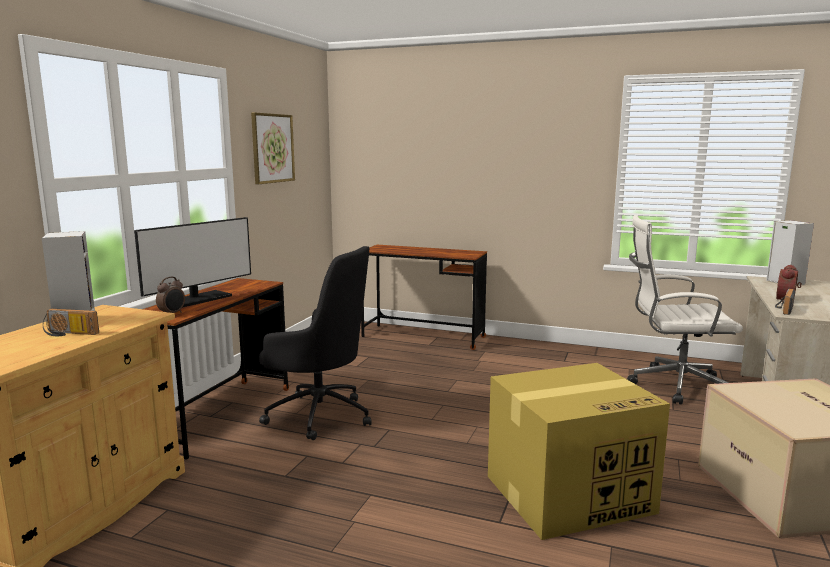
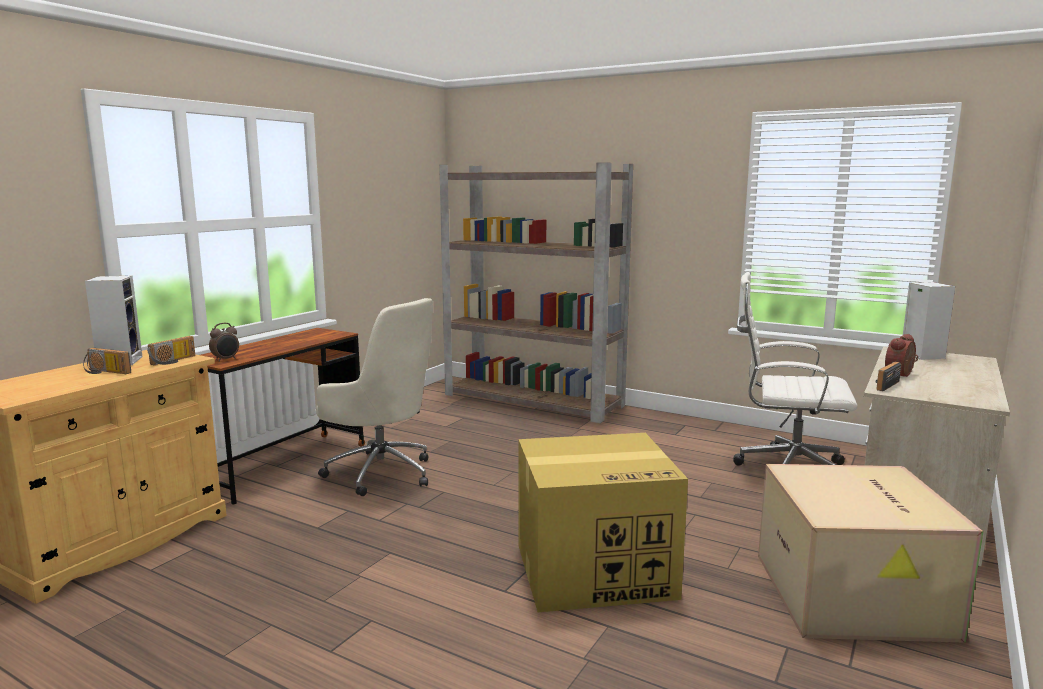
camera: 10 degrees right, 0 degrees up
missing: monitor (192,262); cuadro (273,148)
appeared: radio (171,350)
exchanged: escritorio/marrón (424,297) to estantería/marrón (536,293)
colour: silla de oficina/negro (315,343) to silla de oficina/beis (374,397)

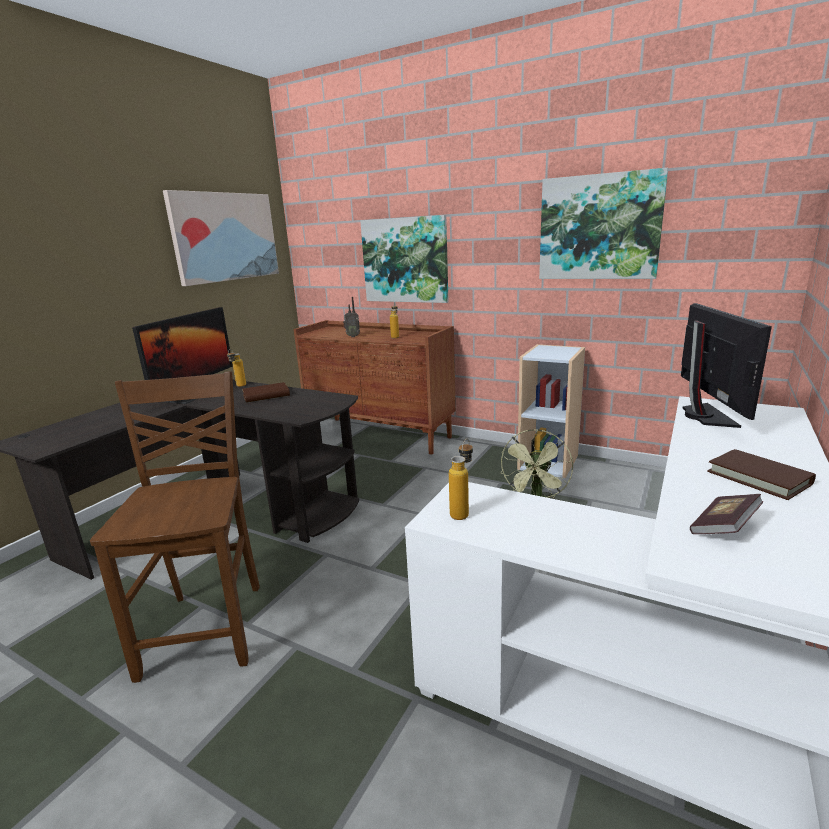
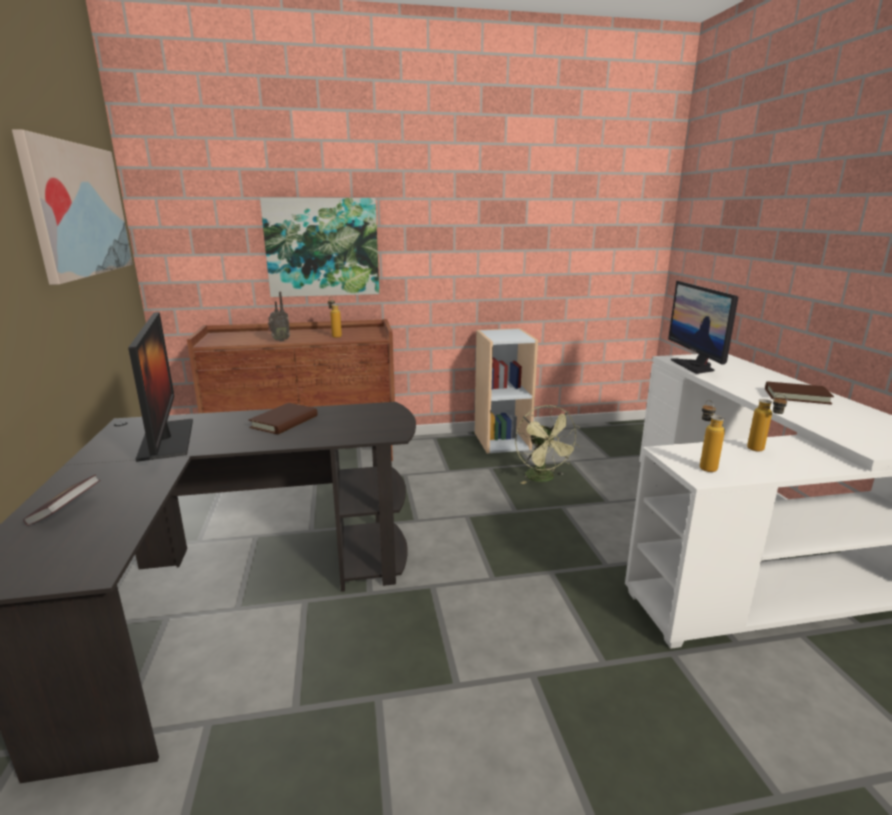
camera: 40 degrees left, 0 degrees up
missing: silla/marrón (175,527); cuadro (603,223)
relocated: botella (236,368) to (767,422); libro (727,514) to (61,500)
spun: monitor (726,365) = (703,327) 150 degrees counterclockwise

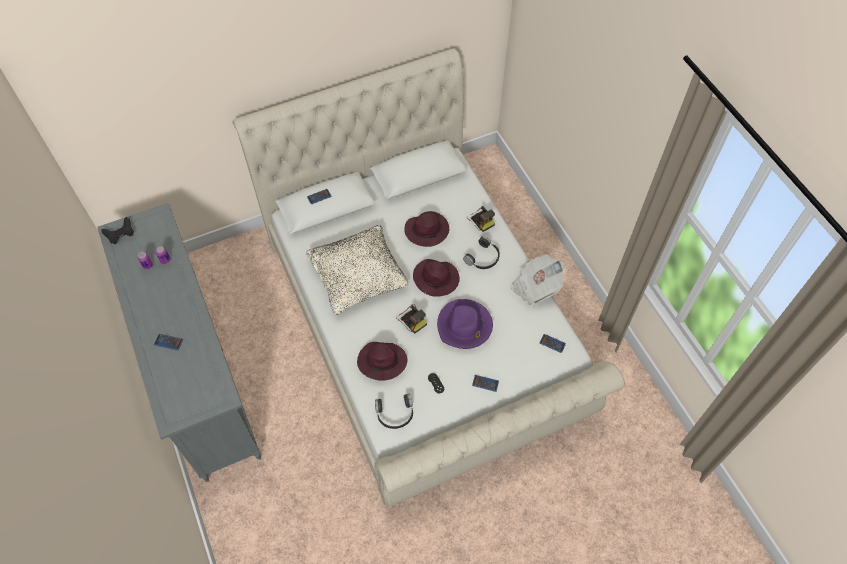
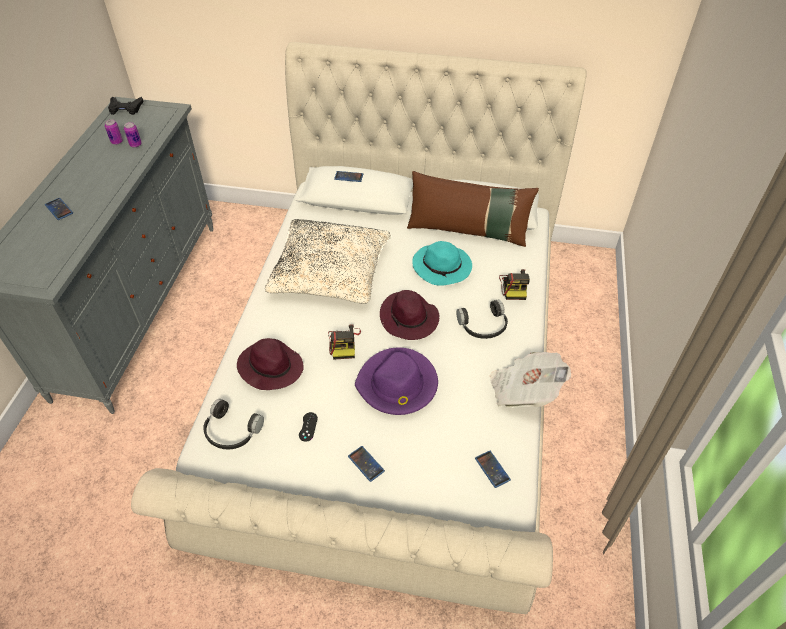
camera: 35 degrees right, 10 degrees down
appeared: cojín/marrón (473,209)
colour: sombrero/morado (426,229) to sombrero/turquesa (442,263)

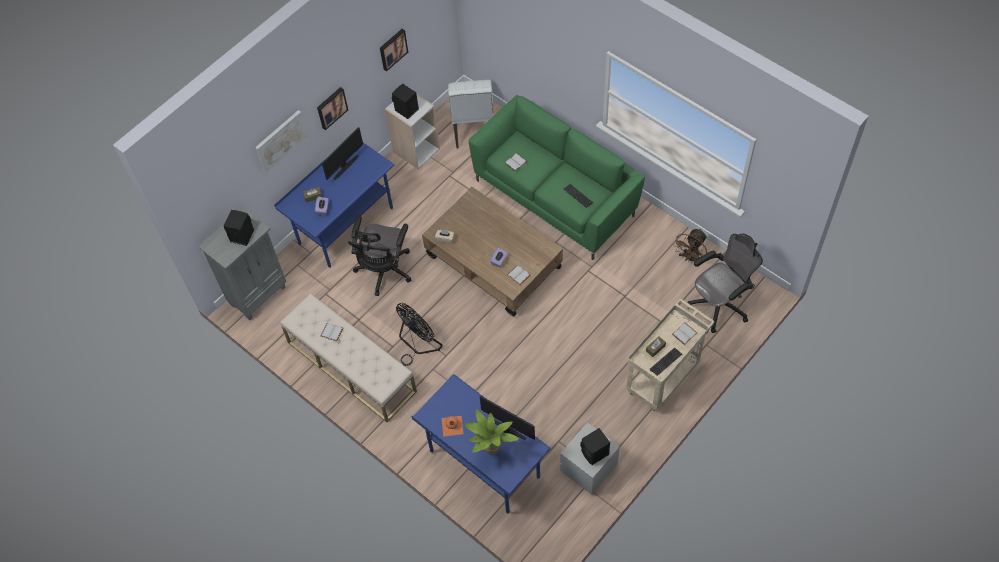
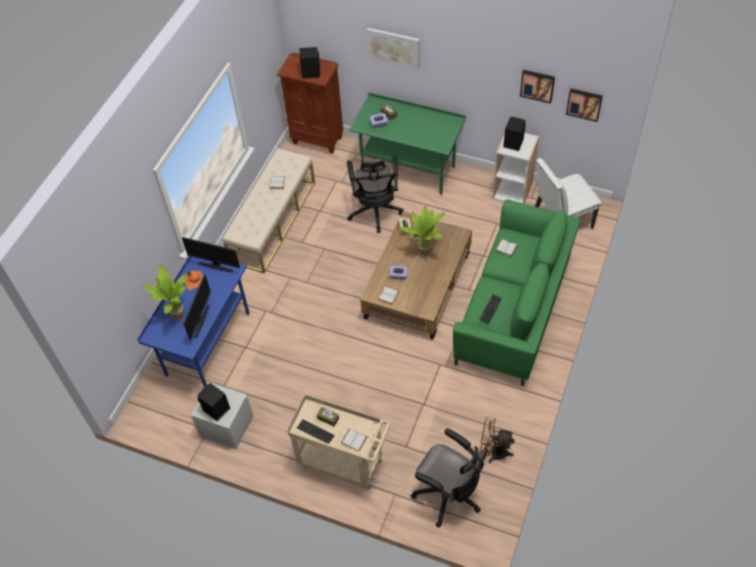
camera: 70 degrees right, 5 degrees down
missing: ventilador/negro (419,334)
appeared: planta en maceta (422,231)
relocated: cuadro (332,108) to (584,105); monitor (342,153) to (211,255)
colour: armario/gris (242,264) to armario/marrón (310,103); escritorio/azul (334,205) to escritorio/verde (407,143)
spun: silla de oficina (379,255) = (375,194) 90 degrees counterclockwise

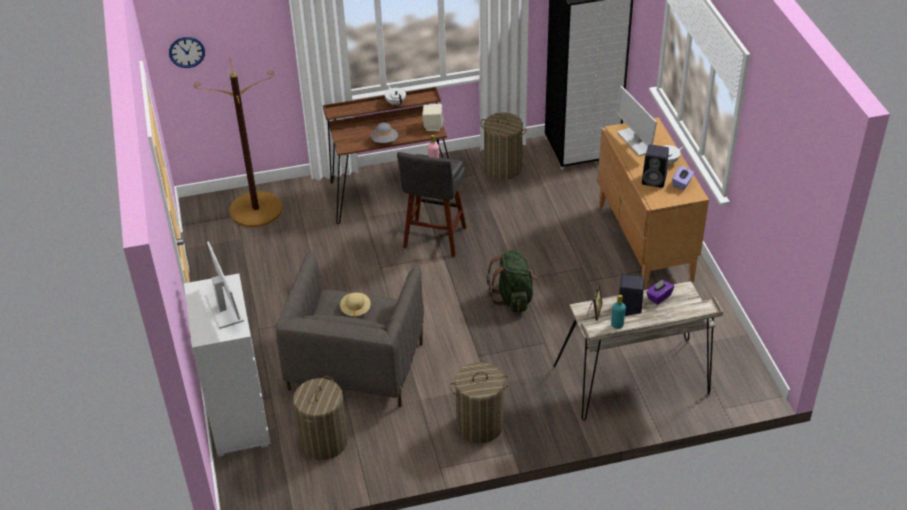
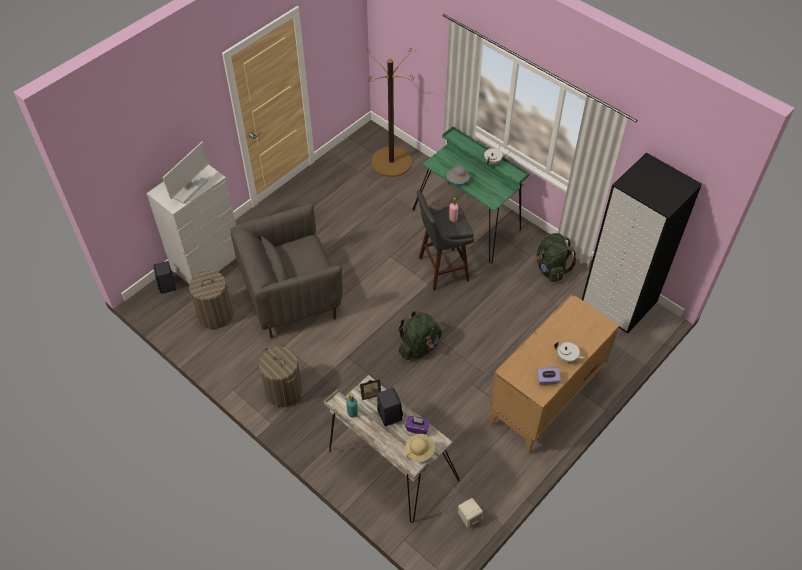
camera: 55 degrees right, 10 degrees up
missing: reloj de pared (187,52); monitor (636,121)
relocated: sombrero/beis (355,305) to (420,448); altavoz/beis (433,118) to (470,513); altavoz/negro (655,166) to (165,277)
exchanged: cesto de la ropa (503,146) to mochila/verde (556,257)
colour: escritorio/marrón (386,155) to escritorio/verde (471,194)

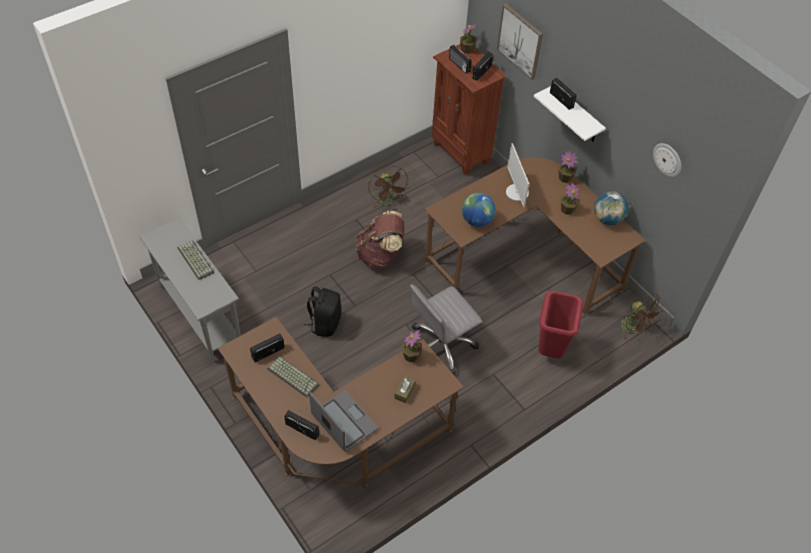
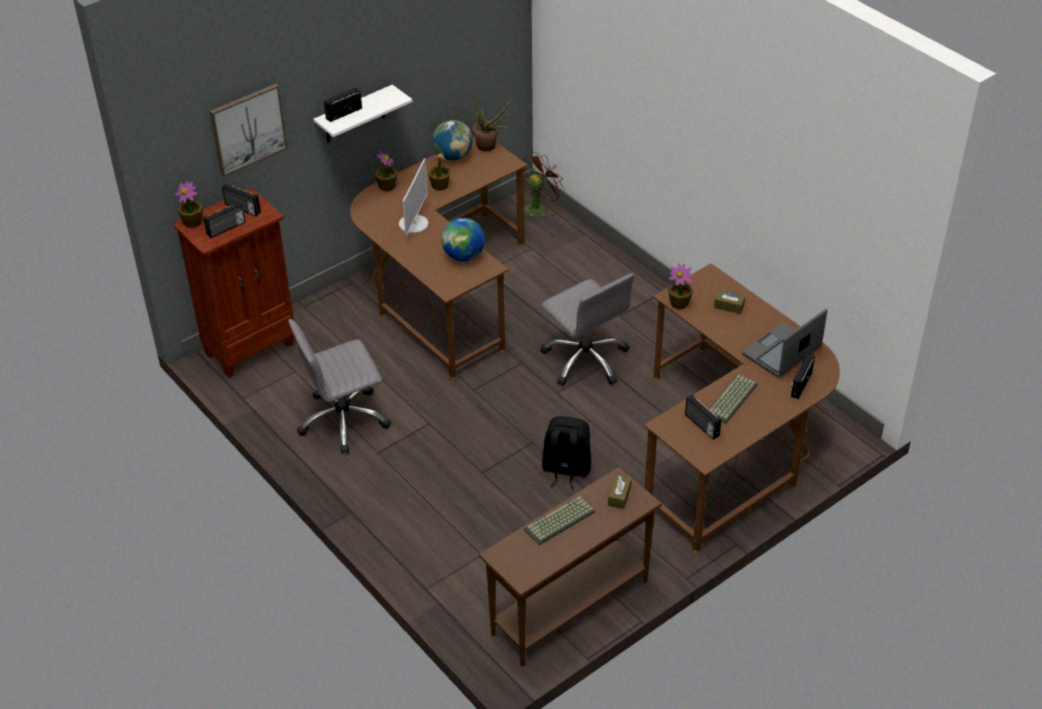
camera: 90 degrees left, 10 degrees down
missing: mochila/marrón (380,239); papelera/rojo (560,324); reloj de pared (667,160)
appeared: planta en maceta (492,122); caja de pañuelos/marrón (620,492)
exchanged: ventilador/marrón (388,187) to silla de oficina/gris (339,386)
colour: mesa consola/gris (190,290) to mesa consola/marrón (570,566)
spun: monitor (517,175) = (413,197) 60 degrees counterclockwise

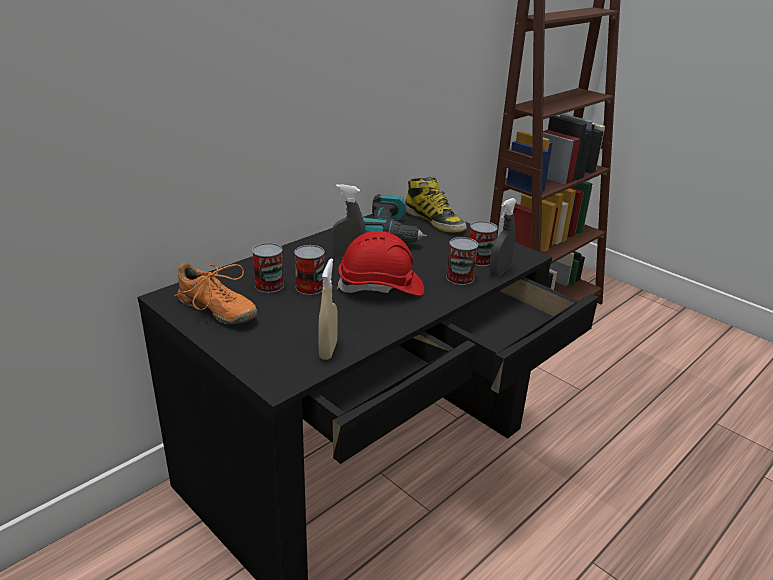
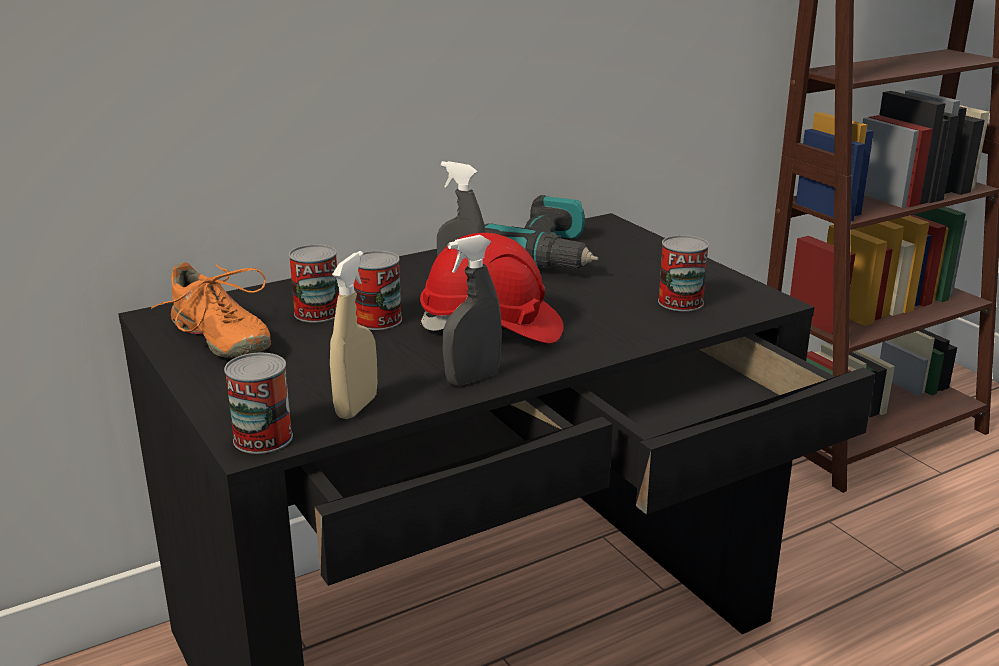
camera: 15 degrees right, 5 degrees down
missing: bota (436,205)
relocated: lata (462,261) to (258,403); pulverizador/gris (503,237) to (472,310)

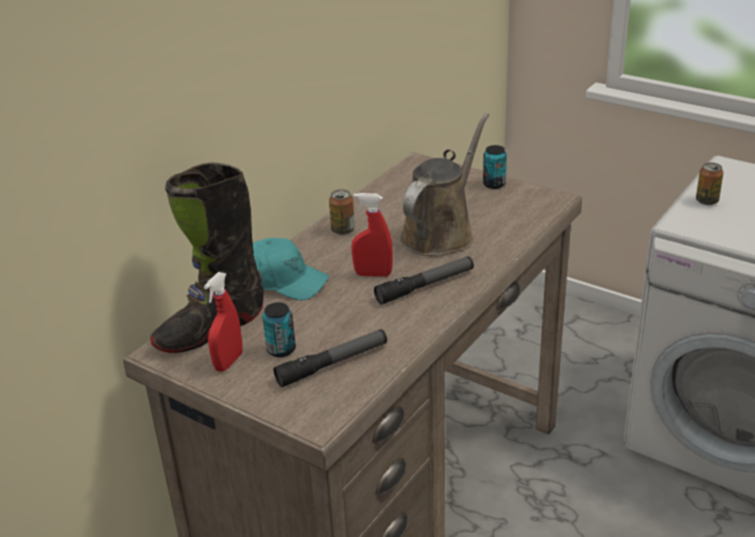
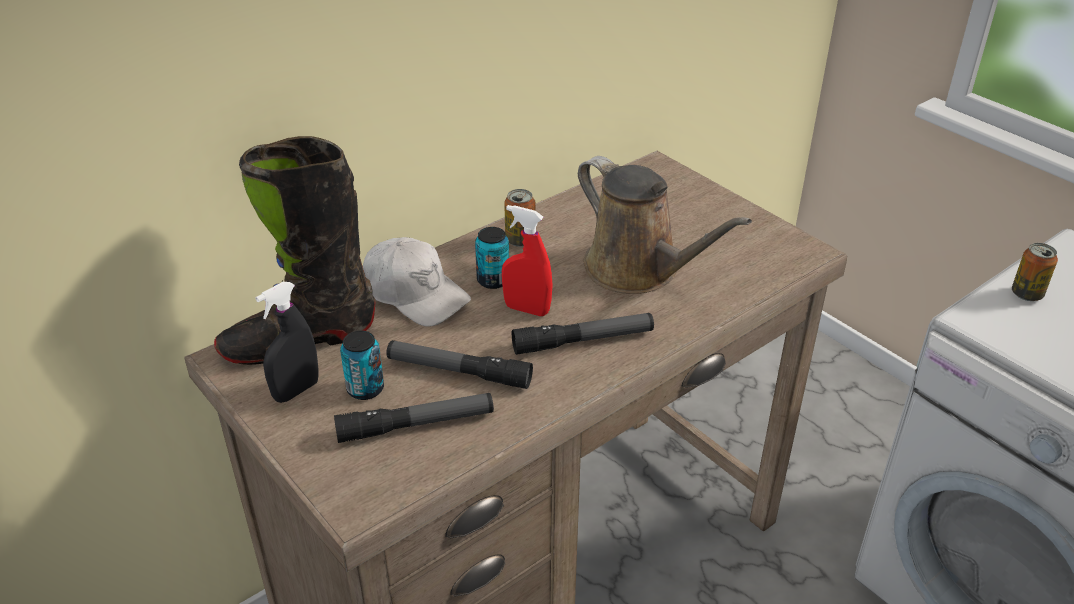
camera: 15 degrees right, 5 degrees up
appeared: linterna (459,364)
relocated: lata (495,167) to (492,258)
colour: pulverizador/rojo (223,322) to pulverizador/negro (287,342); gorra/turquesa (291,269) to gorra/blanco (417,282)
spun: regadera/marrón (444,184) = (665,225) 90 degrees clockwise

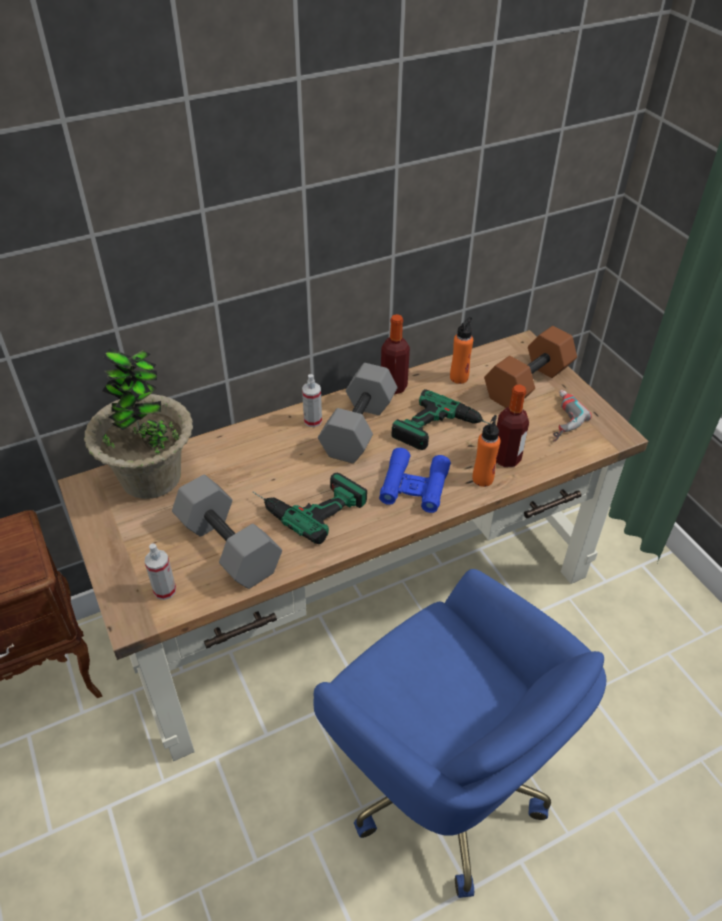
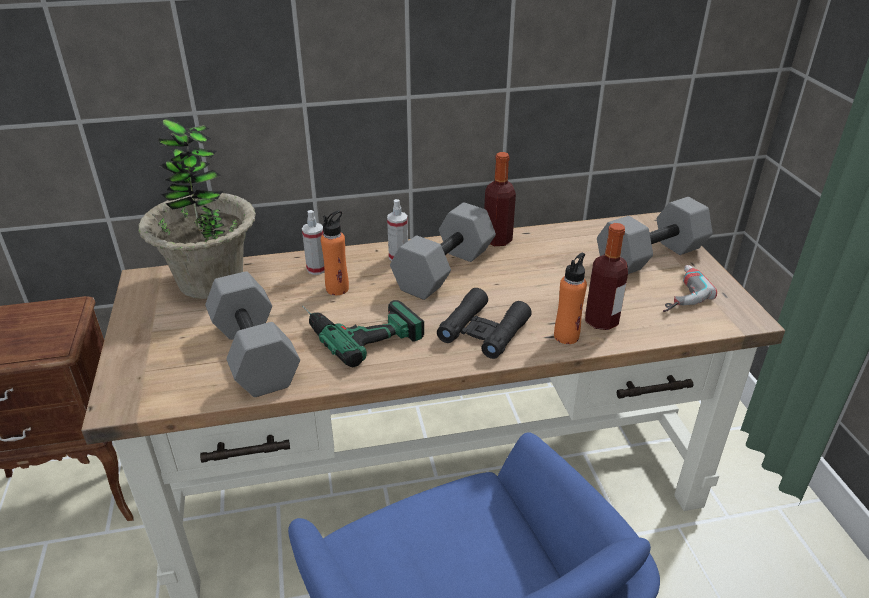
camera: 15 degrees right, 10 degrees down
missing: taladro (440,419)
relocated: pulverizador (160,571) to (313,242); botella/naranja (461,350) to (335,252)
colour: prismáticos/azul (415,480) to prismáticos/negro (484,323); mancuerna/marrón (530,367) to mancuerna/gris (655,235)

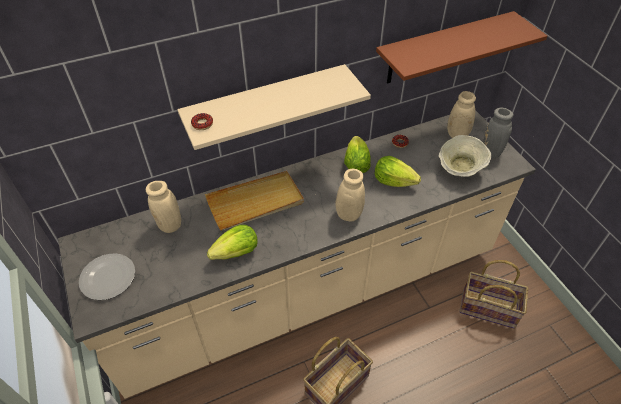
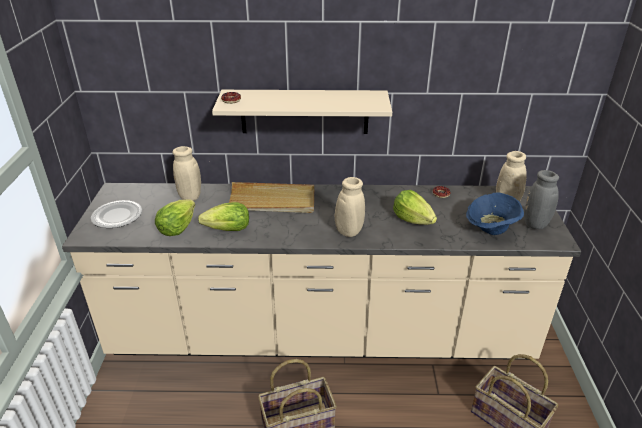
camera: 25 degrees right, 15 degrees down
missing: estante/marrón (461,47)
relocated: lechuga (357,154) to (175,217)
colour: cuenco/beis (465,156) to cuenco/azul (495,213)

